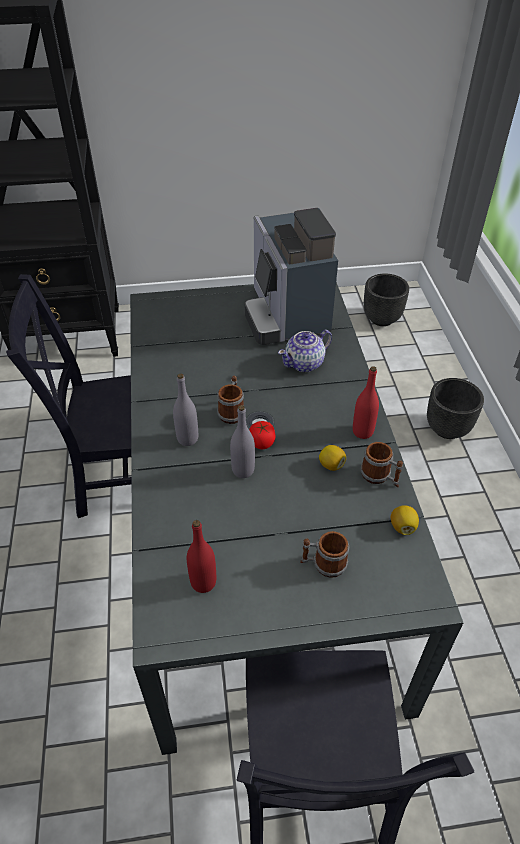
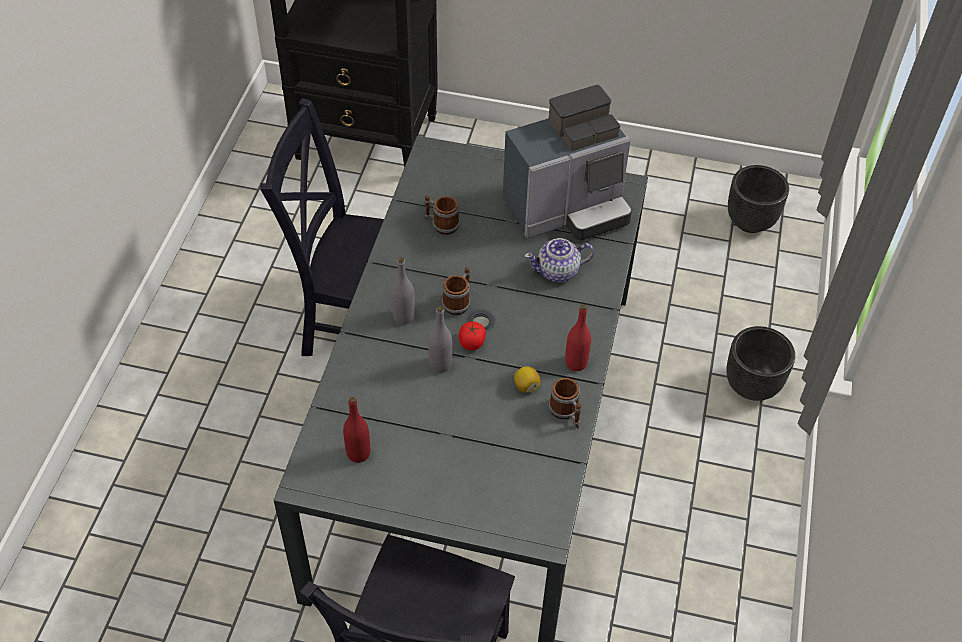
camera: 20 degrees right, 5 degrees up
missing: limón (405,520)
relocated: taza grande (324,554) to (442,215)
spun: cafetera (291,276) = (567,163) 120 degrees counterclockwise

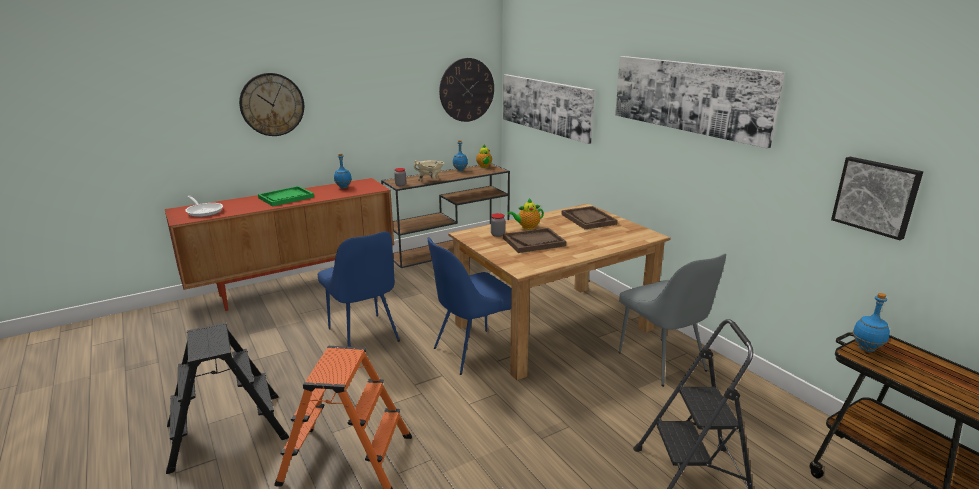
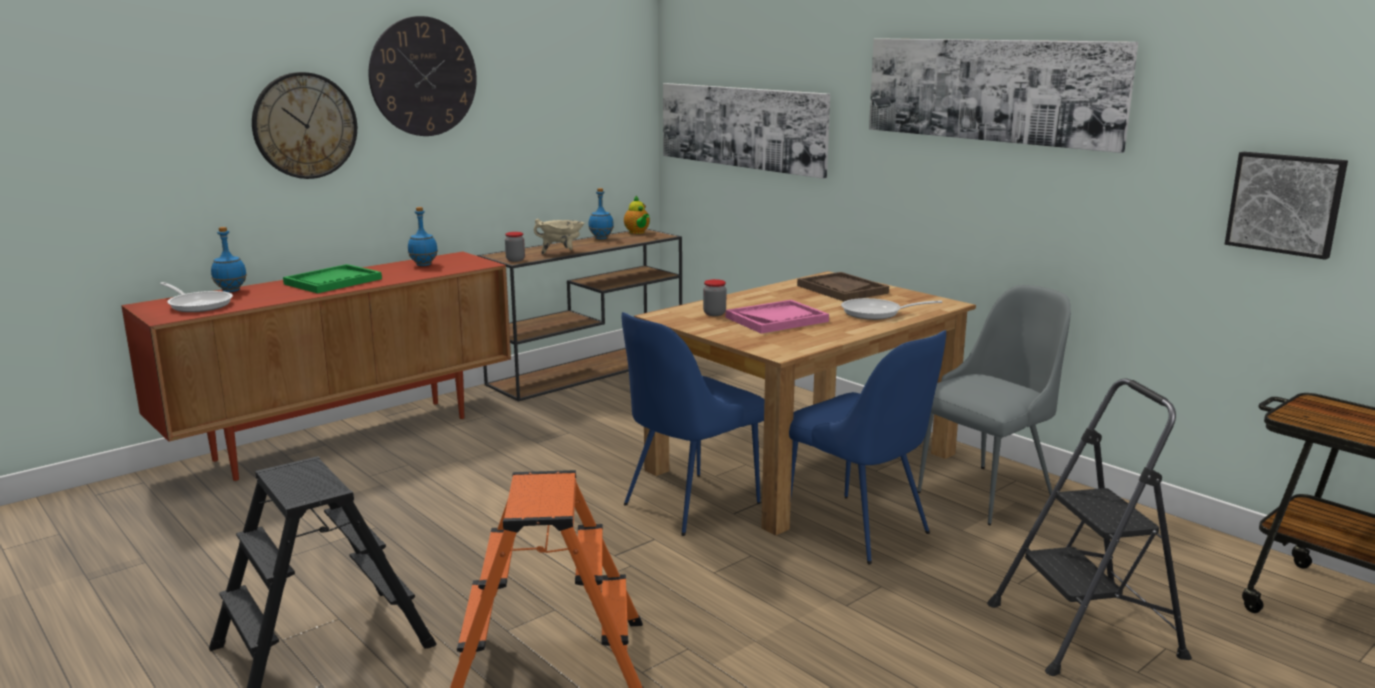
camera: 10 degrees left, 5 degrees down
missing: tetera (525,214)
appeared: sartén (891,309)
relocated: silla/azul (359,289) to (867,447); reloj de pared (466,90) to (423,76); botella/azul (871,322) to (229,259)
colour: bandeja/marrón (534,240) to bandeja/rosa (777,317)
spun: silla/gris (672,320) = (994,405) 90 degrees counterclockwise

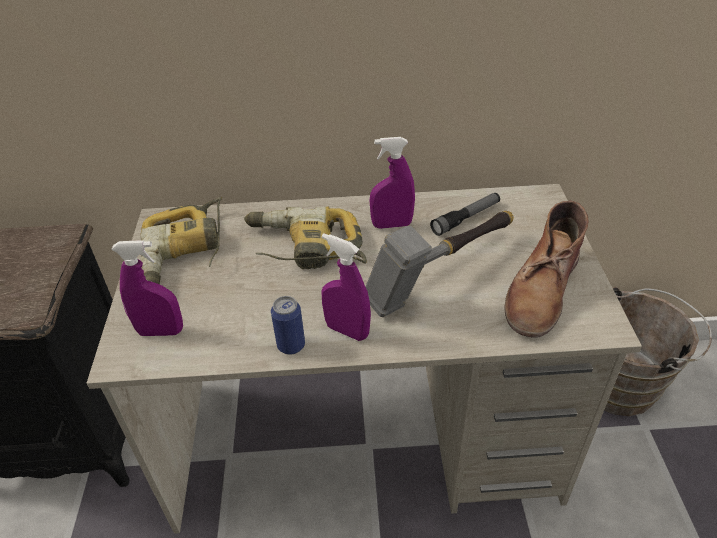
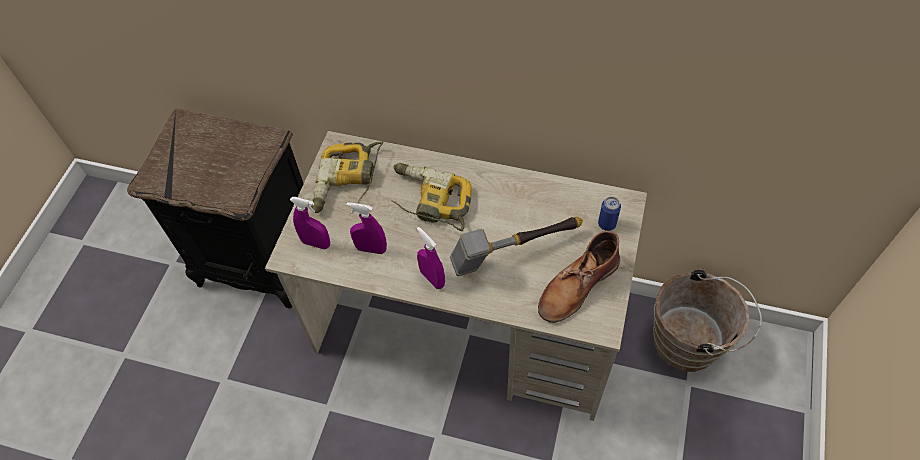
camera: 20 degrees right, 15 degrees up
missing: linterna (465,214)
relocated: lata (288,325) to (609,214); pulverizador/morado (392,183) to (367,228)

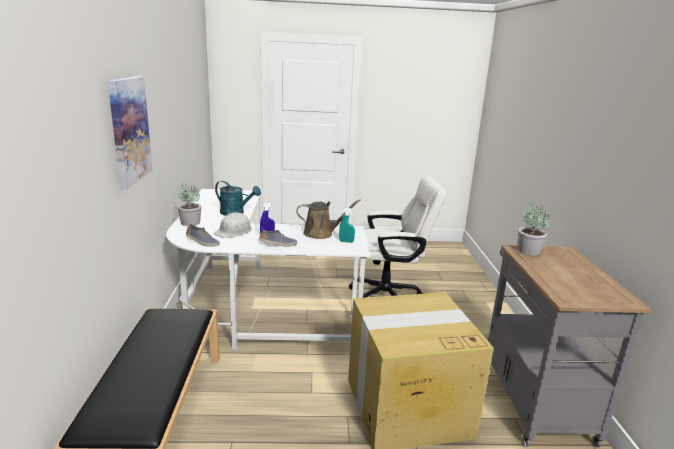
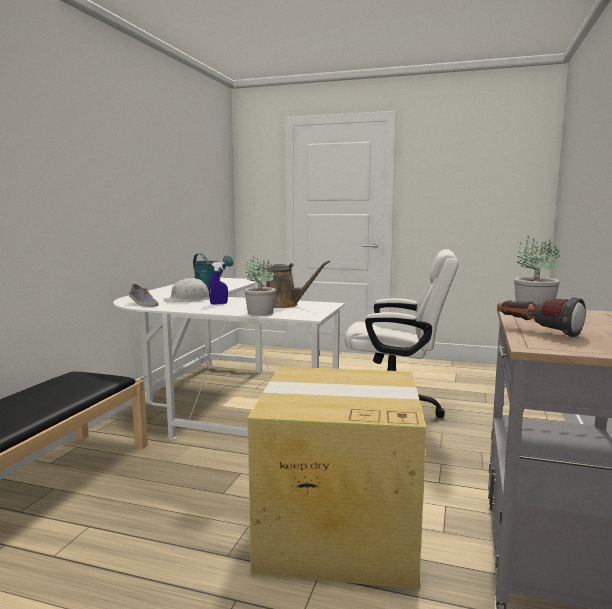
camera: 20 degrees right, 10 degrees down
missing: cuadro (130,133); zapato (278,238); pulverizador/turquesa (347,225)
appeared: linterna (541,317)
relocated: planta en maceta (189,204) to (260,286)

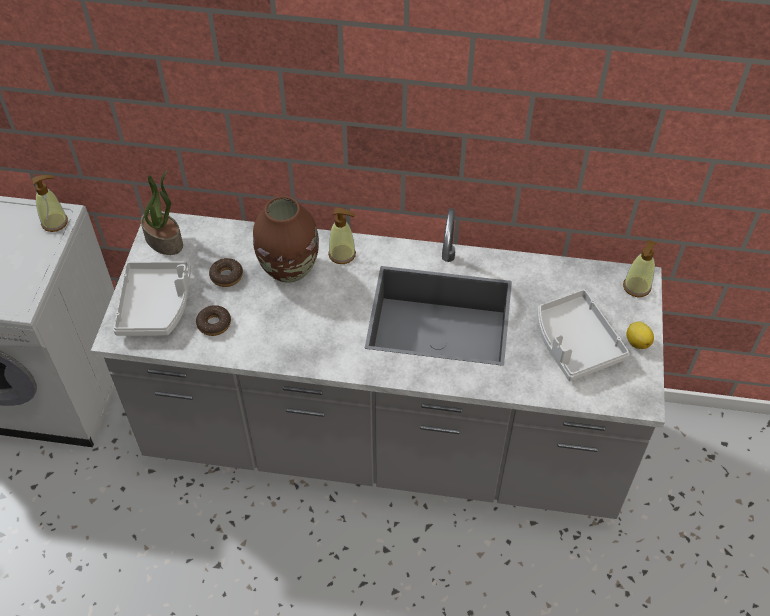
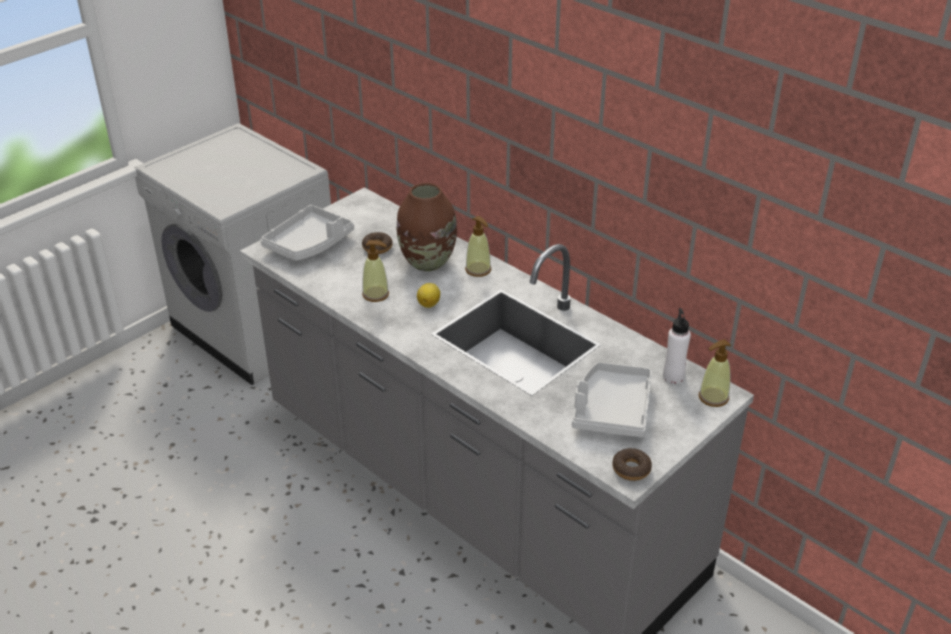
camera: 35 degrees right, 15 degrees down
missing: planta en maceta (162,212)
appeared: botella/blanco (677,346)
relocated: dispensador de jabón (50,203) to (375,271); rosquilla (213,320) to (632,464); limón (640,335) to (428,295)

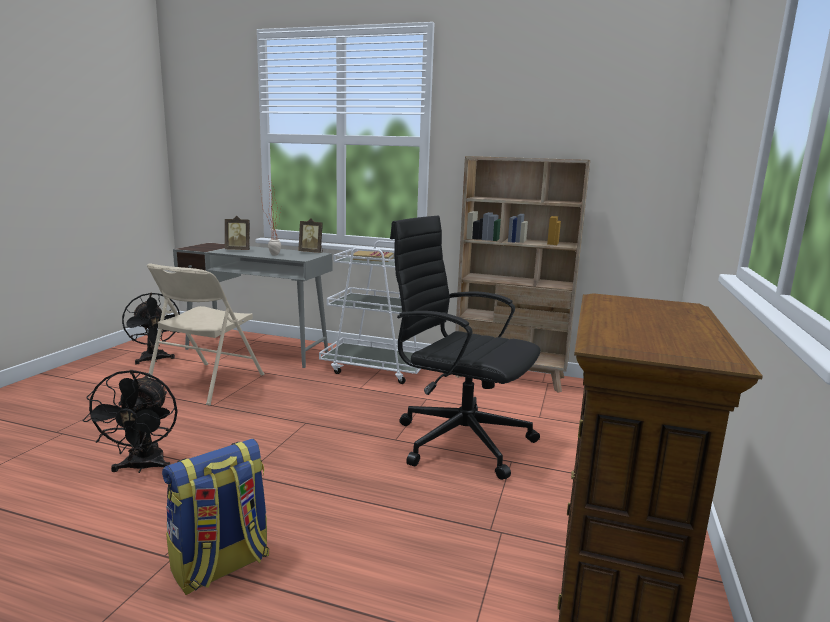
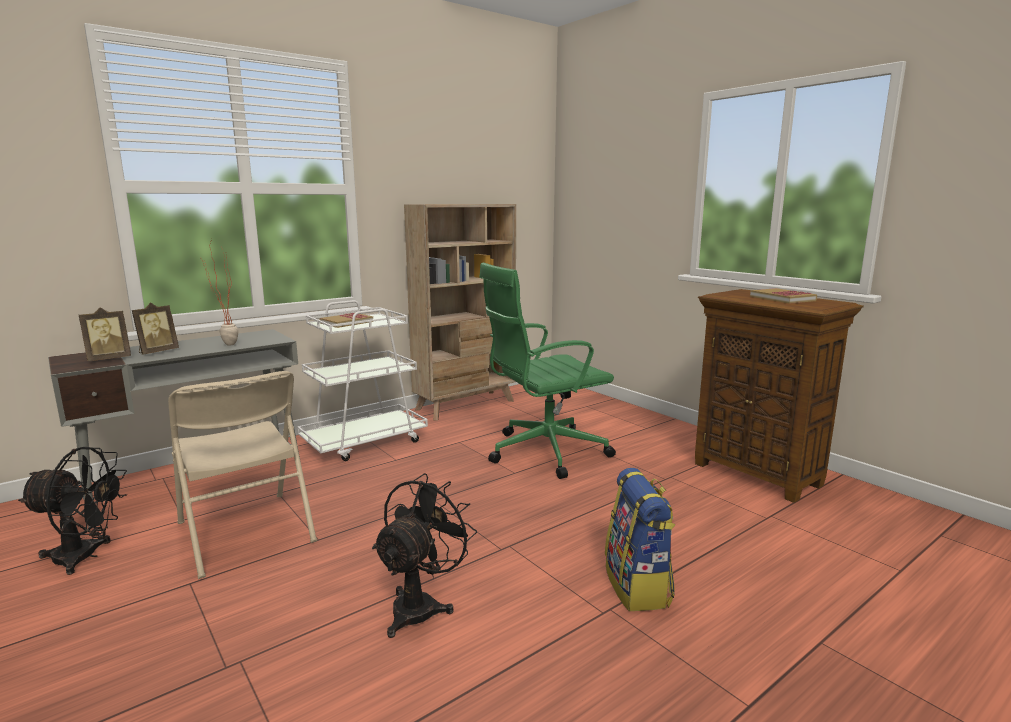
camera: 55 degrees left, 0 degrees up
appeared: libro (783,296)
relocated: portarretratos (310,235) to (105,334)
colour: silla de oficina/negro (465,348) to silla de oficina/verde (547,371)
spun: ventilador/negro (130,421) = (424,555) 90 degrees counterclockwise

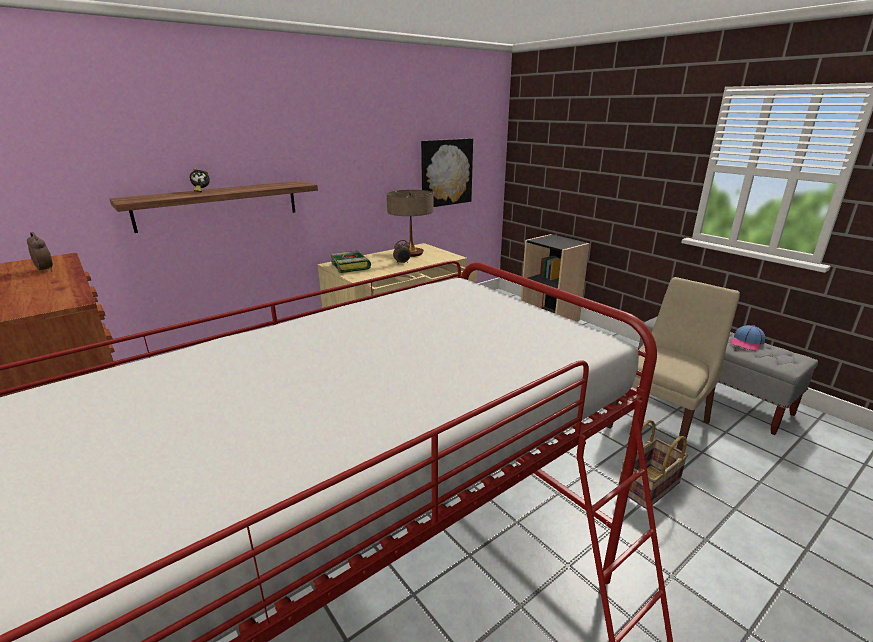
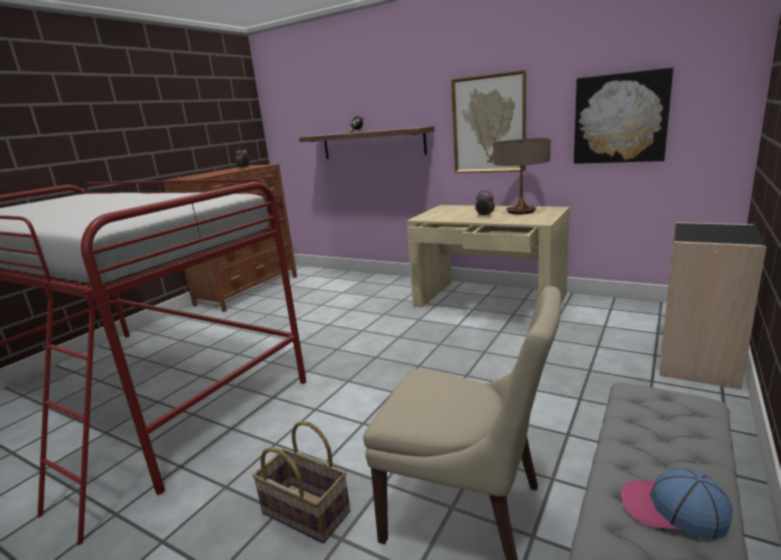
camera: 70 degrees right, 5 degrees down
missing: libro (351,262)
appeared: cuadro (488,121)

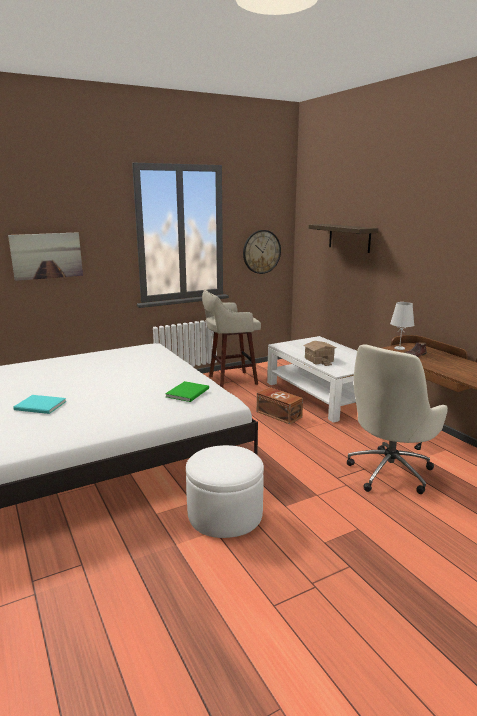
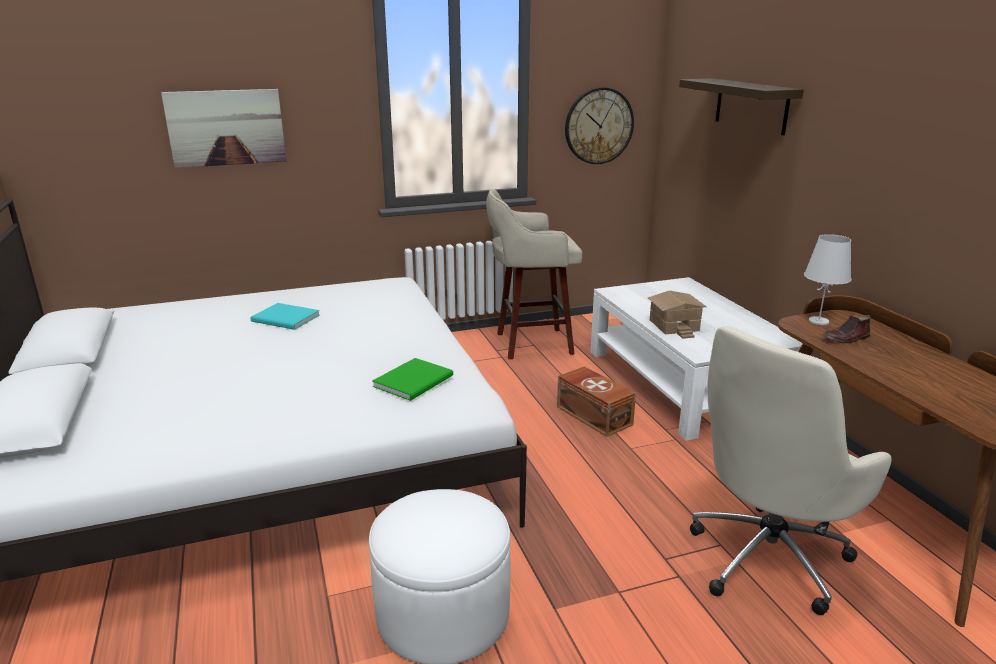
camera: 10 degrees right, 5 degrees up
relocated: libro/turquesa (39,404) to (285,316)

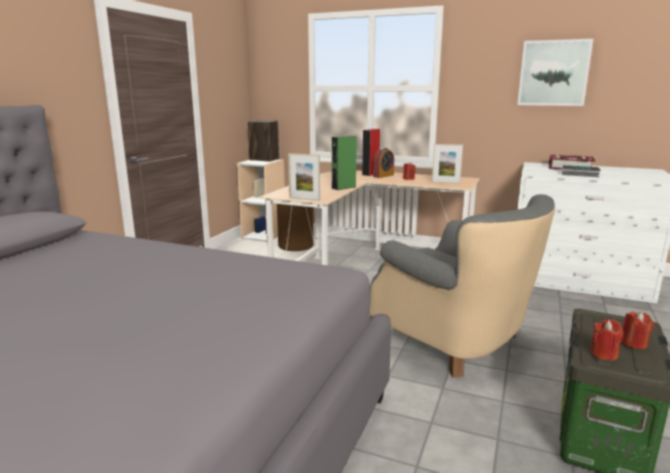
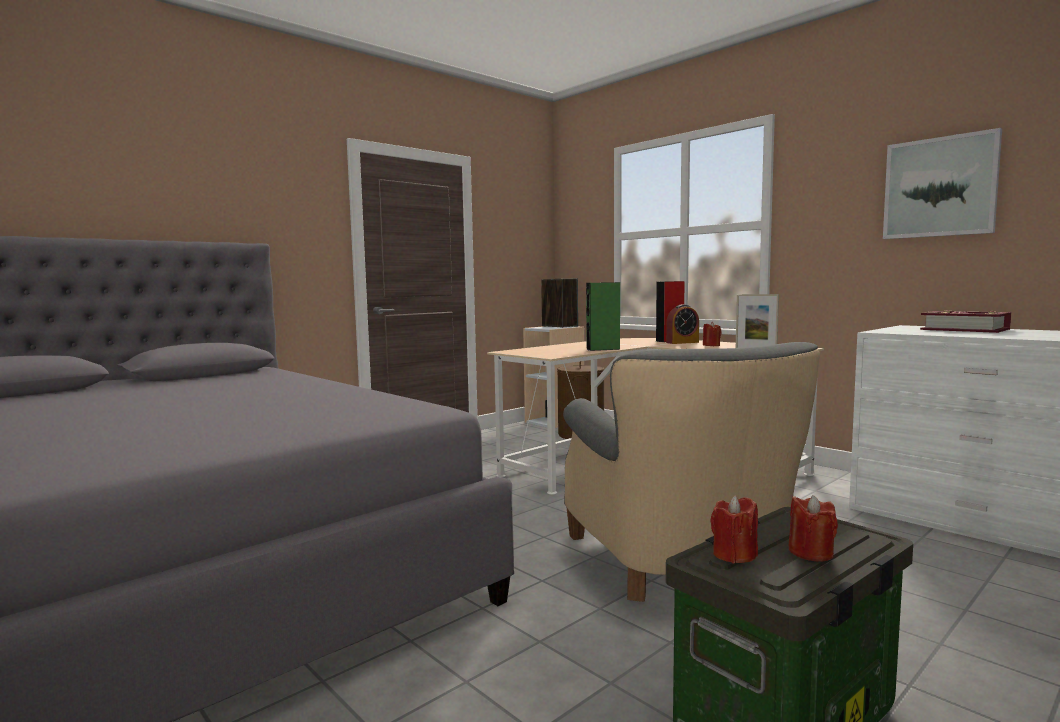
camera: 25 degrees right, 10 degrees down
missing: portarretratos (304,177); libro (581,171)

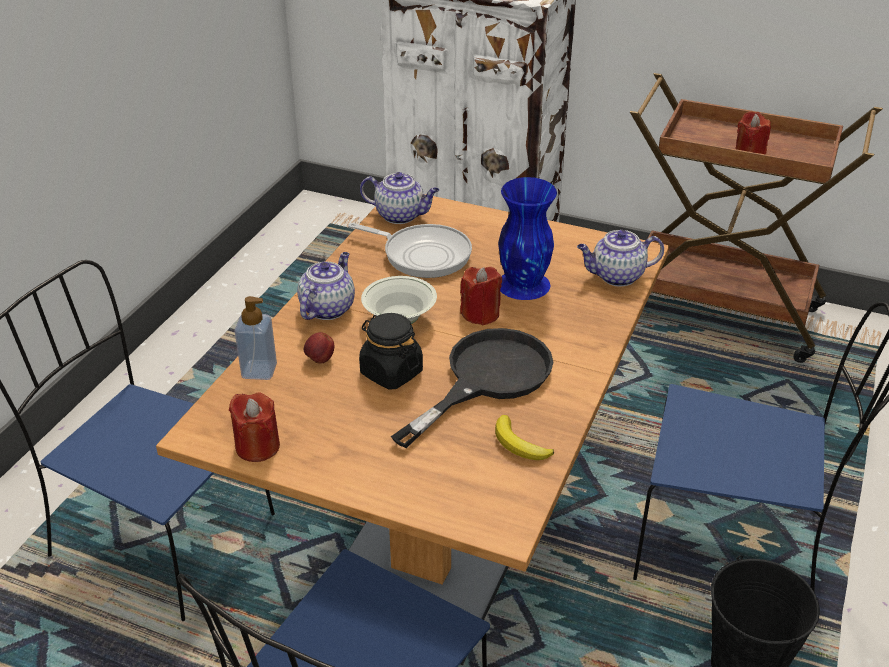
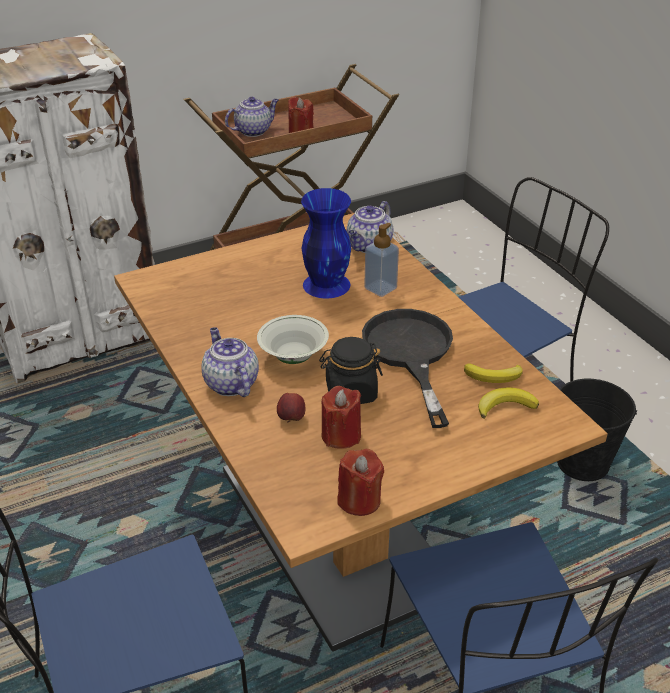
camera: 50 degrees left, 0 degrees up
missing: sartén (410,250)
appeared: plátano (508,403)
relocated: dispensador de jabón (255,338) to (381,260); tetera (399,198) to (252,117); vela/rojo (481,296) to (341,417)

